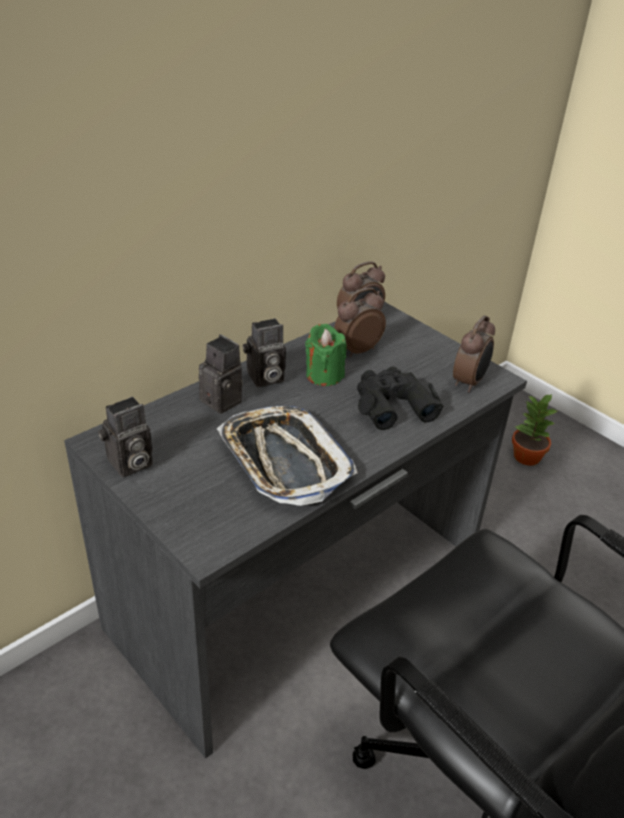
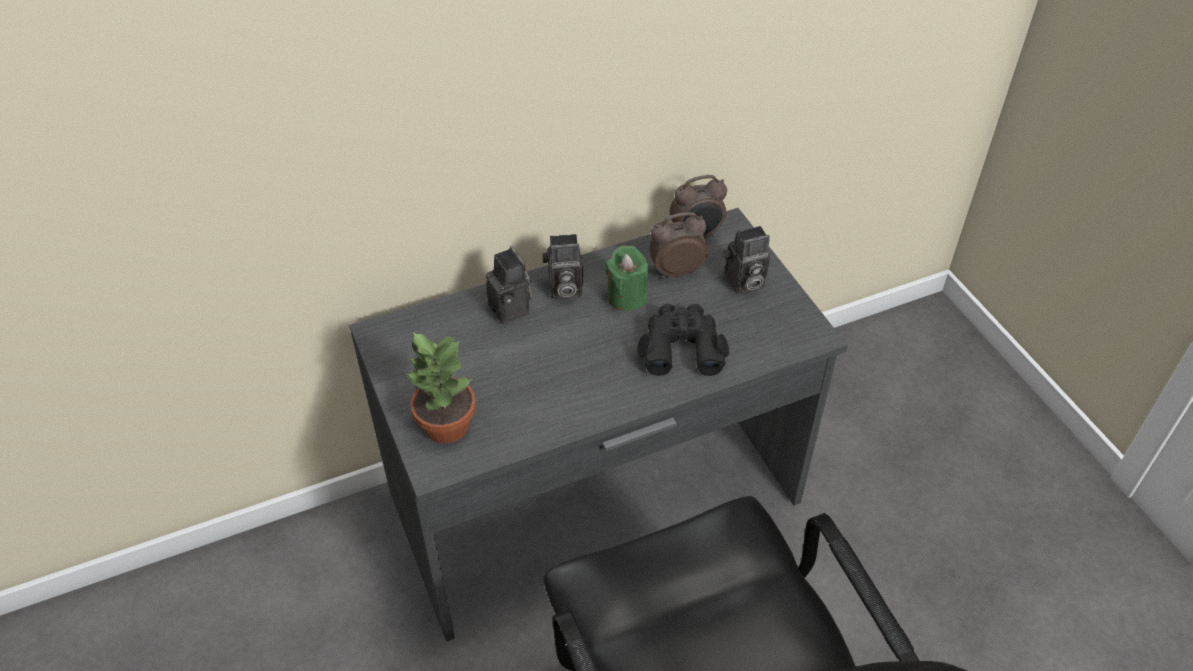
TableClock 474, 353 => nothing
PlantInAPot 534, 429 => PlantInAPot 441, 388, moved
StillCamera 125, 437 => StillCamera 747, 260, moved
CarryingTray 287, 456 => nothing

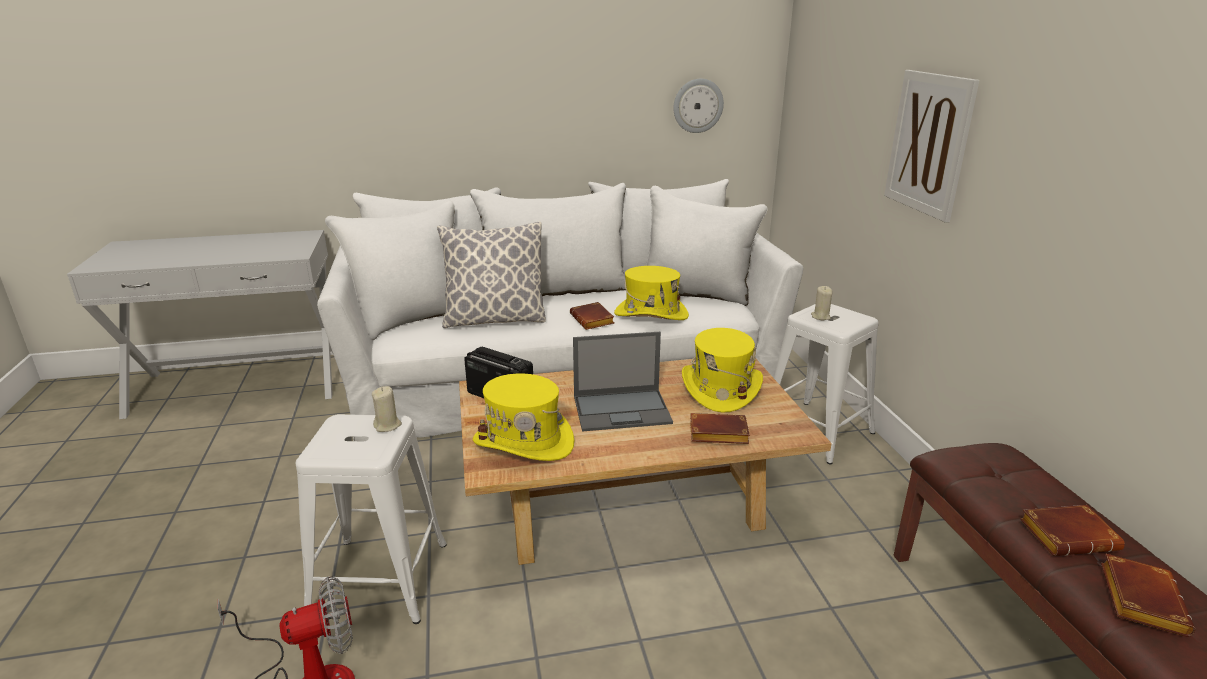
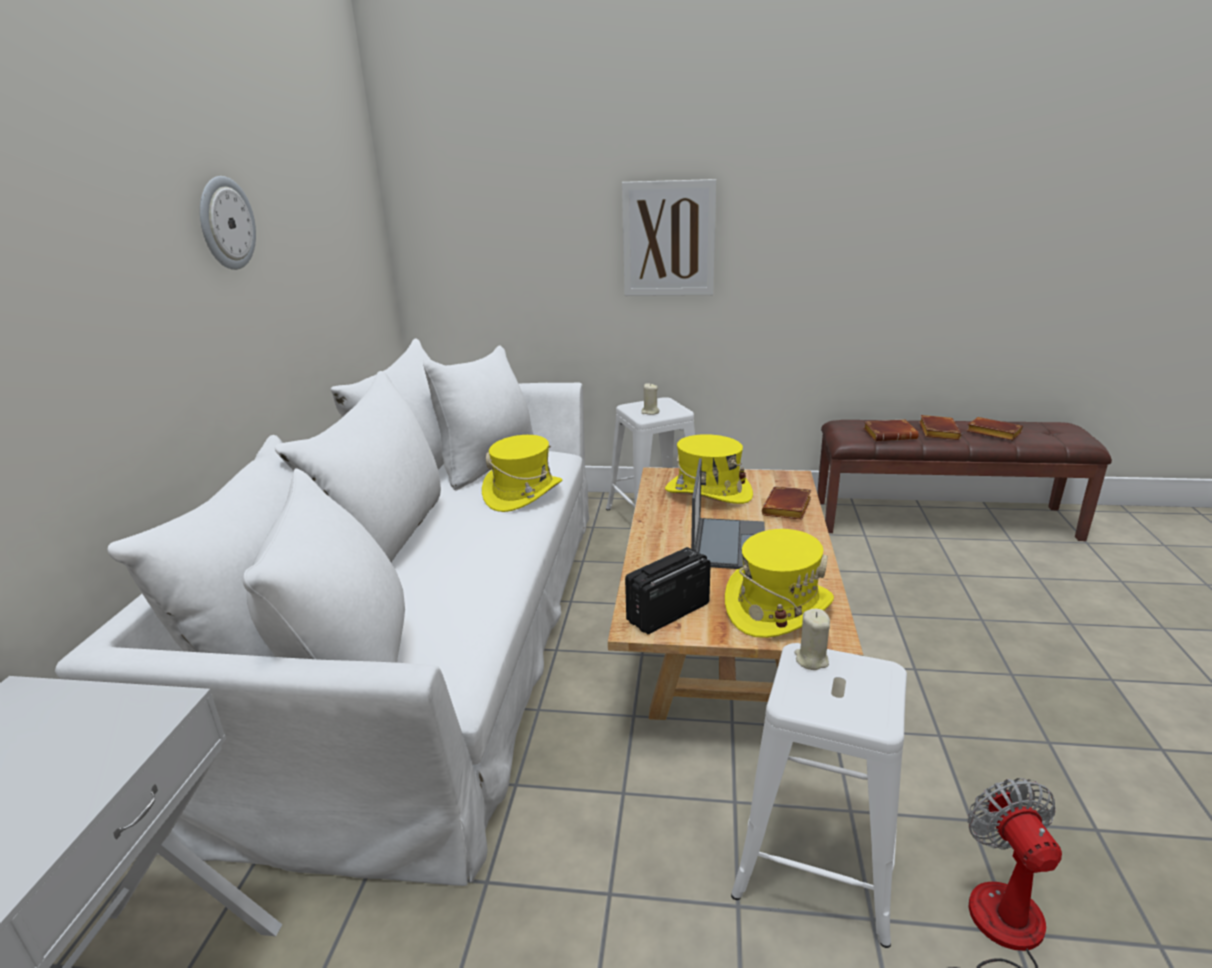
WallClock 698, 106 => WallClock 228, 223, moved
Pillow 491, 275 => nothing
BrownColouredBook 592, 316 => BrownColouredBook 891, 430, moved

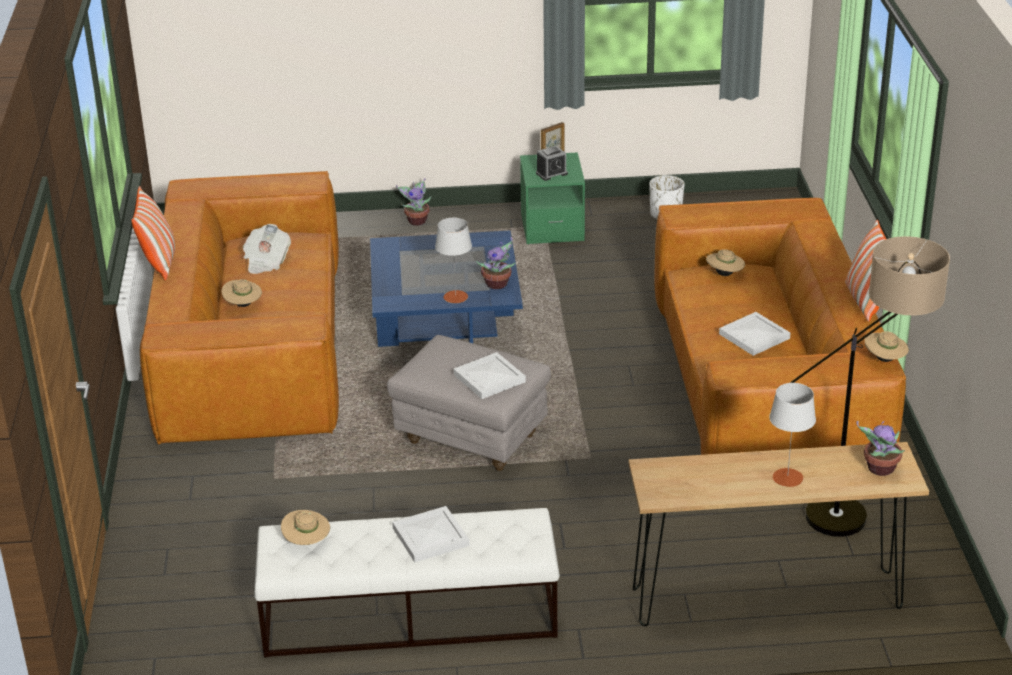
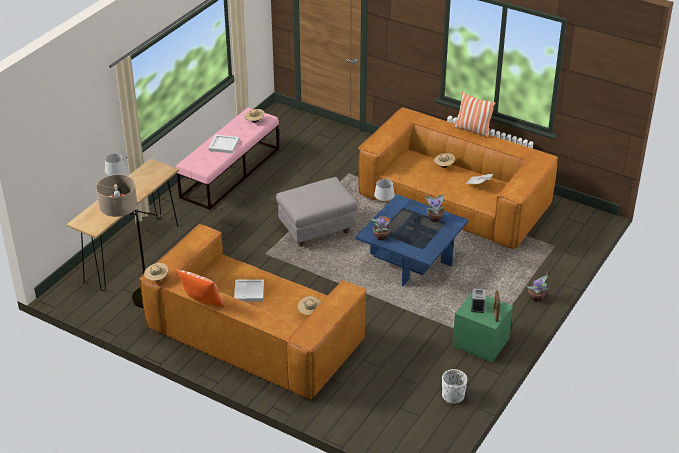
WhitishCarryingTray 489, 375 => nothing
PlantInAPot 881, 448 => PlantInAPot 435, 207, moved
WhitishBench 407, 583 => PinkishBench 227, 158

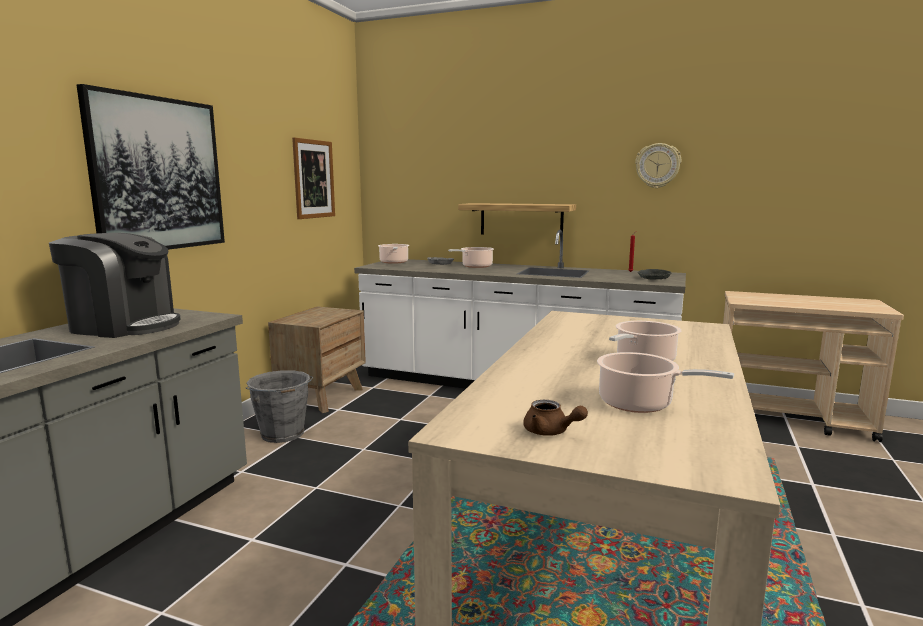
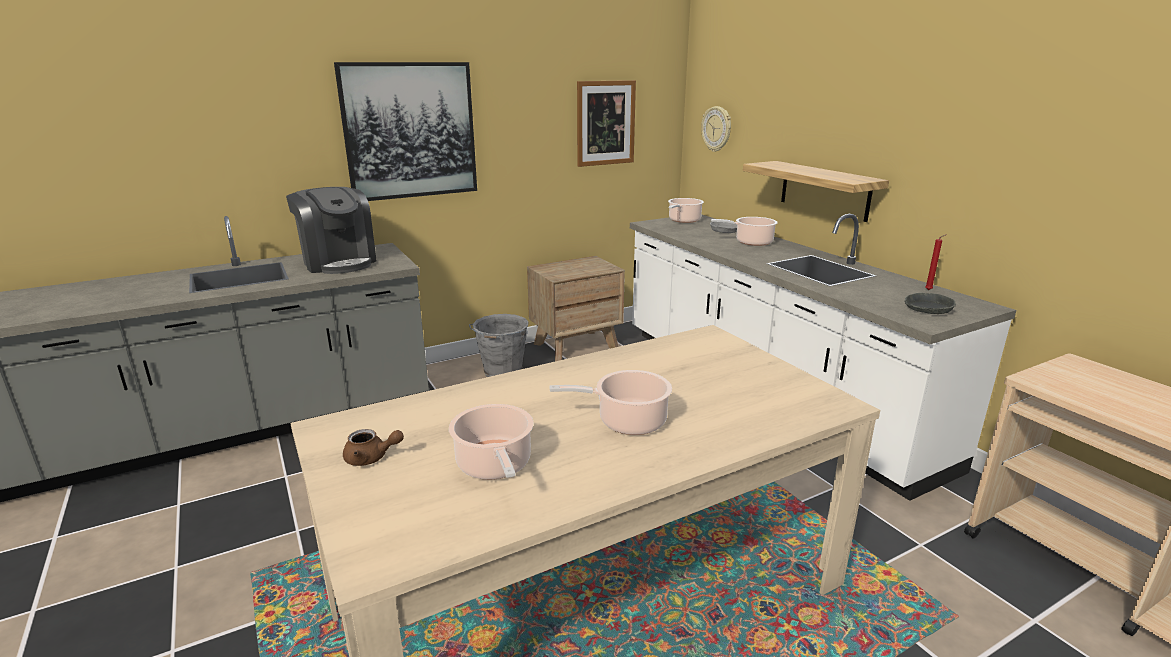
WallClock 658, 165 => WallClock 716, 129, moved
BrownColouredPotForTea 555, 418 => BrownColouredPotForTea 373, 447, 75 degrees counterclockwise

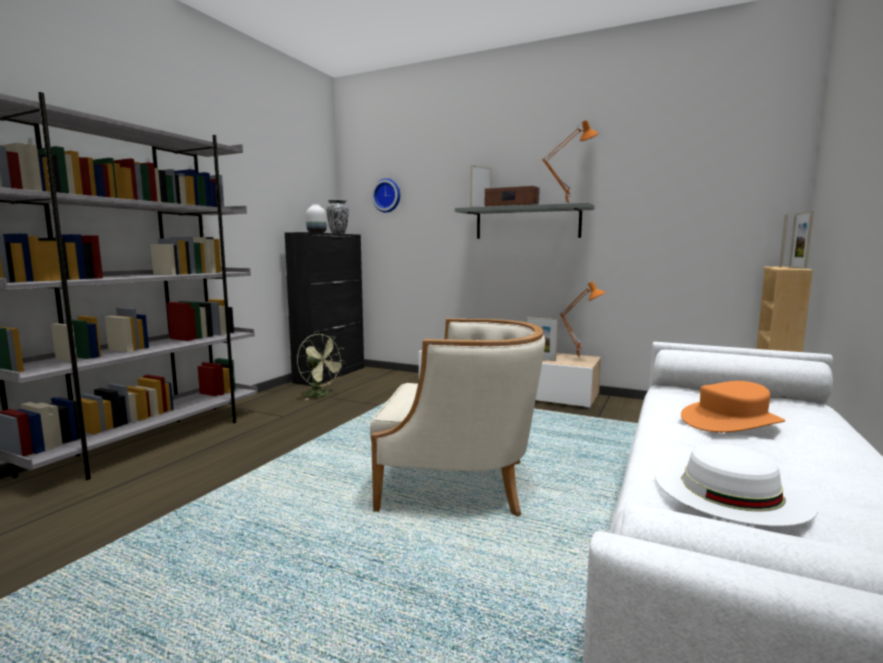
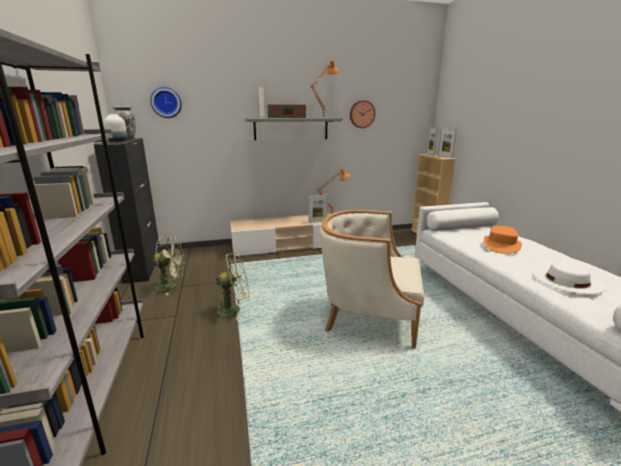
BeigeArmchair 457, 417 => BeigeArmchair 372, 279, 135 degrees counterclockwise
nothing => WallClock 362, 114
nothing => GreenishElectricFan 229, 286

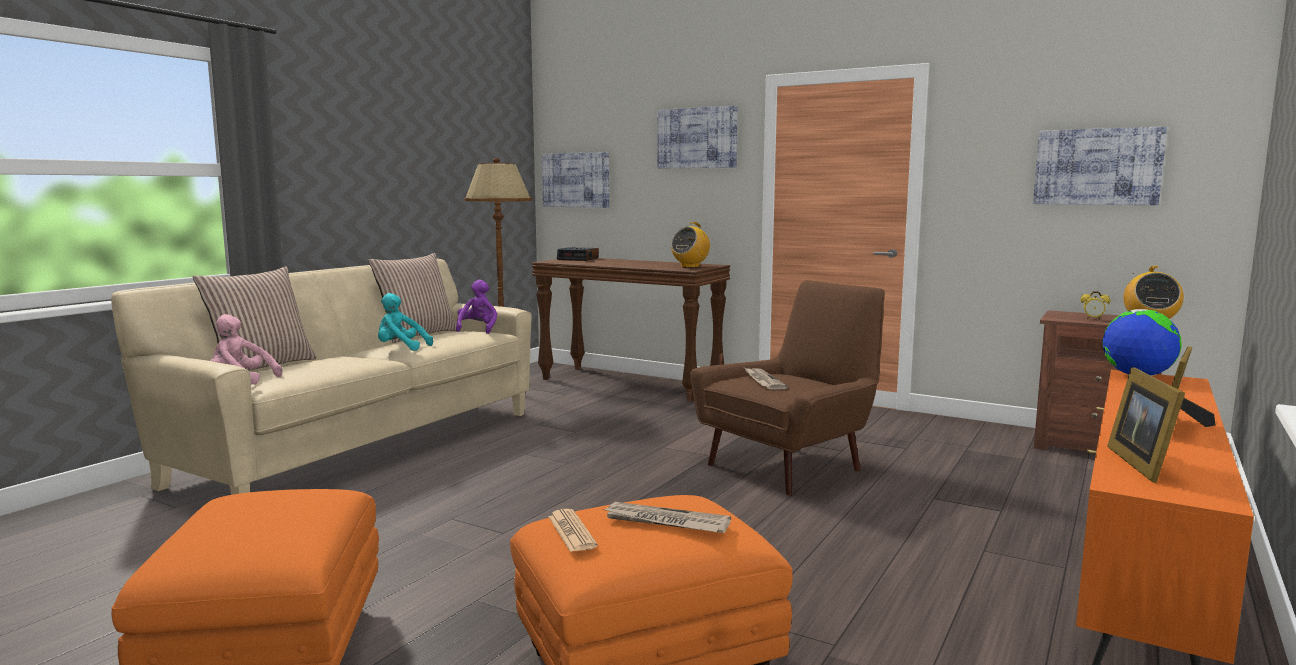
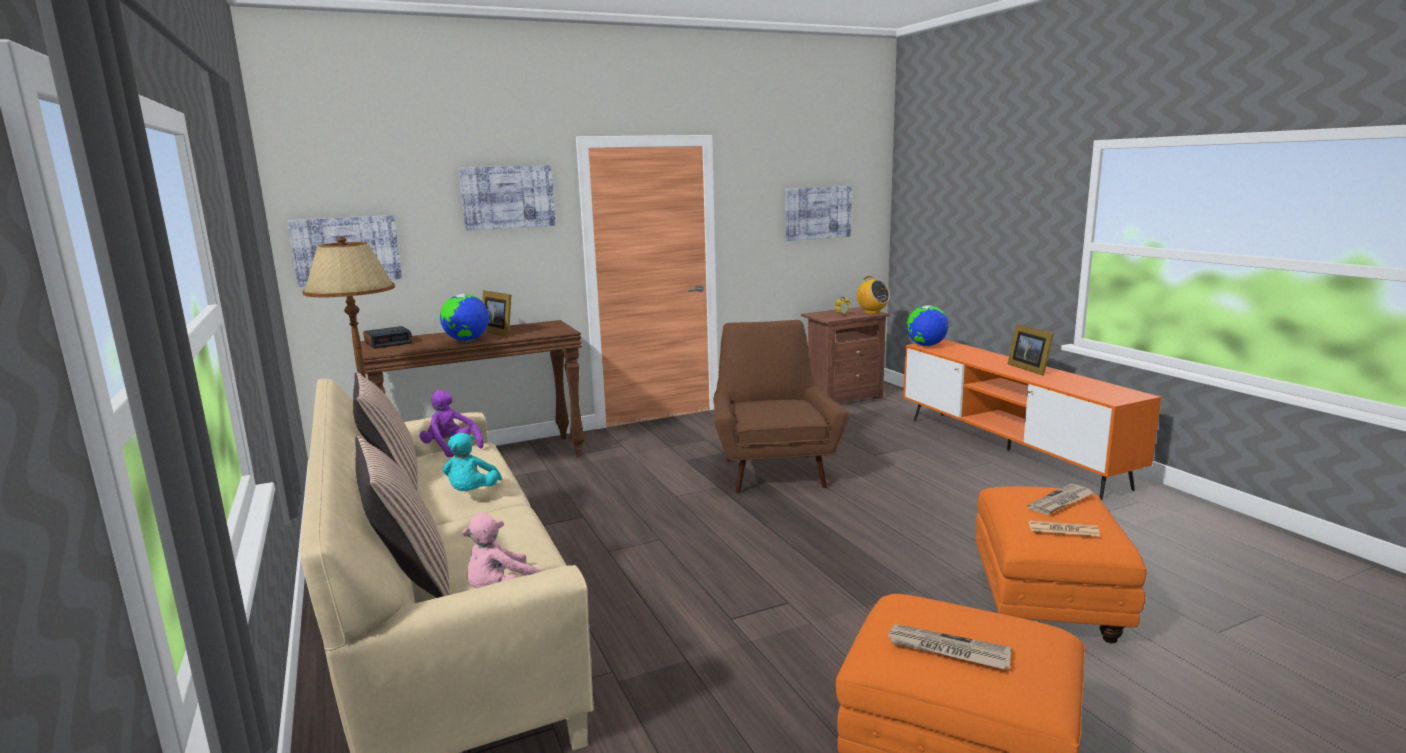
Radio 690, 245 => nothing
TurquoiseColouredCuddlyToy 405, 322 => TurquoiseColouredCuddlyToy 472, 462, 45 degrees counterclockwise
PhotoFrame 1146, 425 => PhotoFrame 496, 313, moved
Newspaper 766, 378 => Newspaper 949, 646, moved
nothing => Globe 464, 317

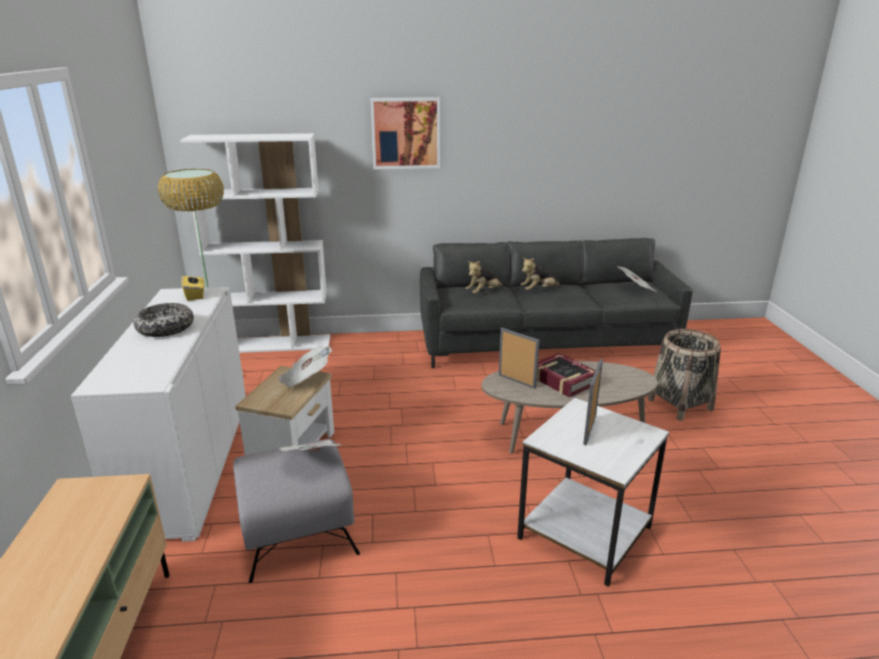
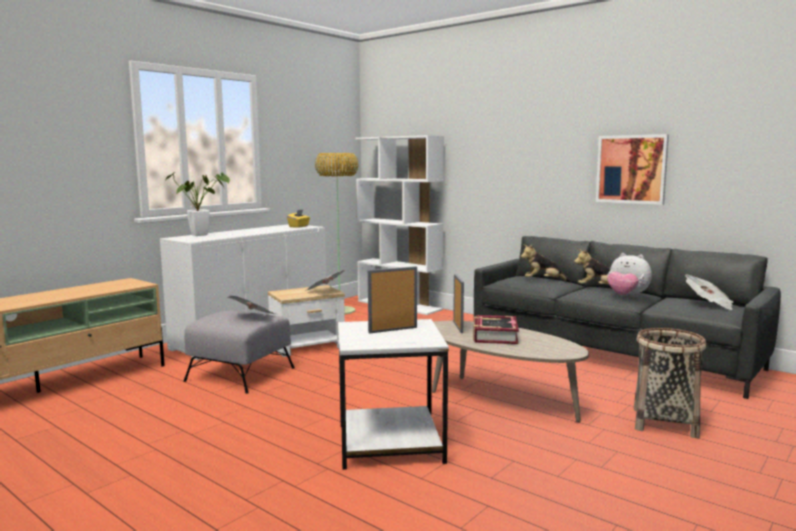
Picture 405, 133 => Picture 632, 169, moved
ServingBowl 163, 320 => nothing
nothing => PlantInAPot 197, 204
nothing => CuddlyToy 629, 275

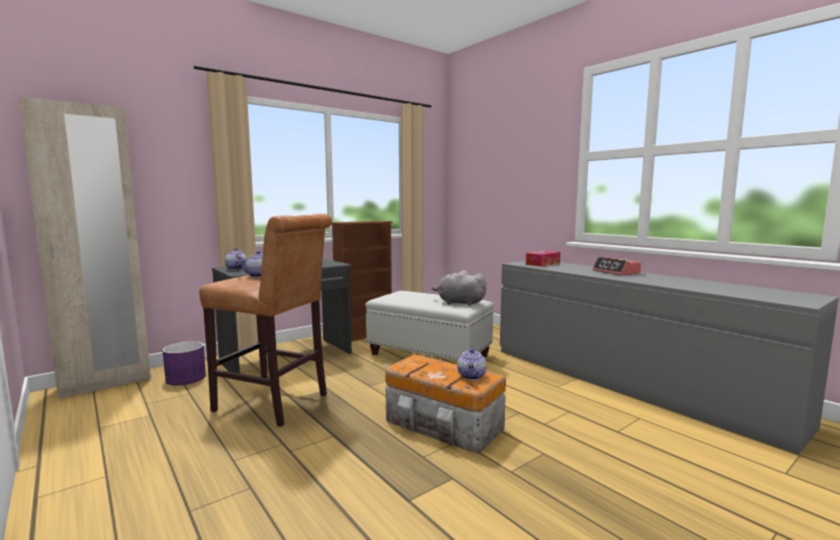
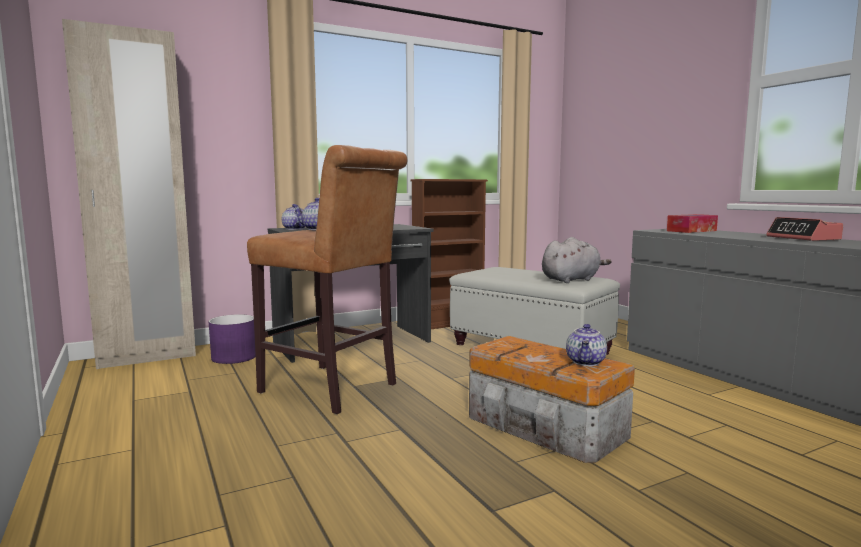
GreyishCuddlyToy 459, 288 => GreyishCuddlyToy 577, 260, 120 degrees clockwise

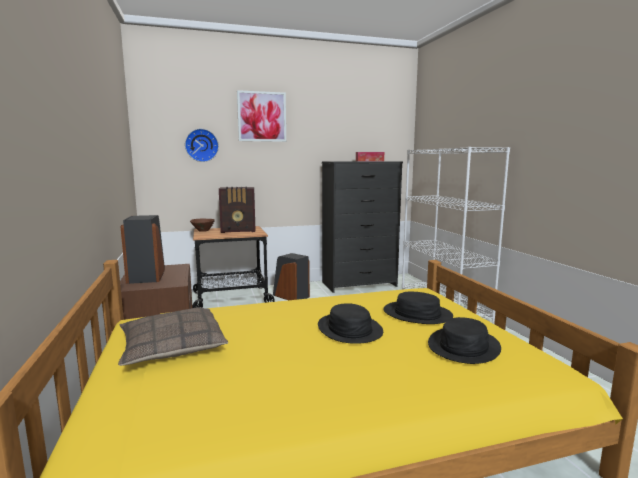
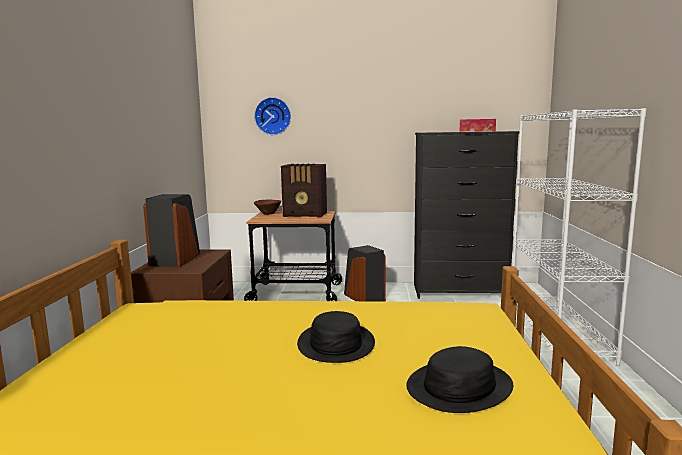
Picture 261, 116 => nothing
BlackishClothingHat 418, 308 => nothing
Pillow 173, 336 => nothing

